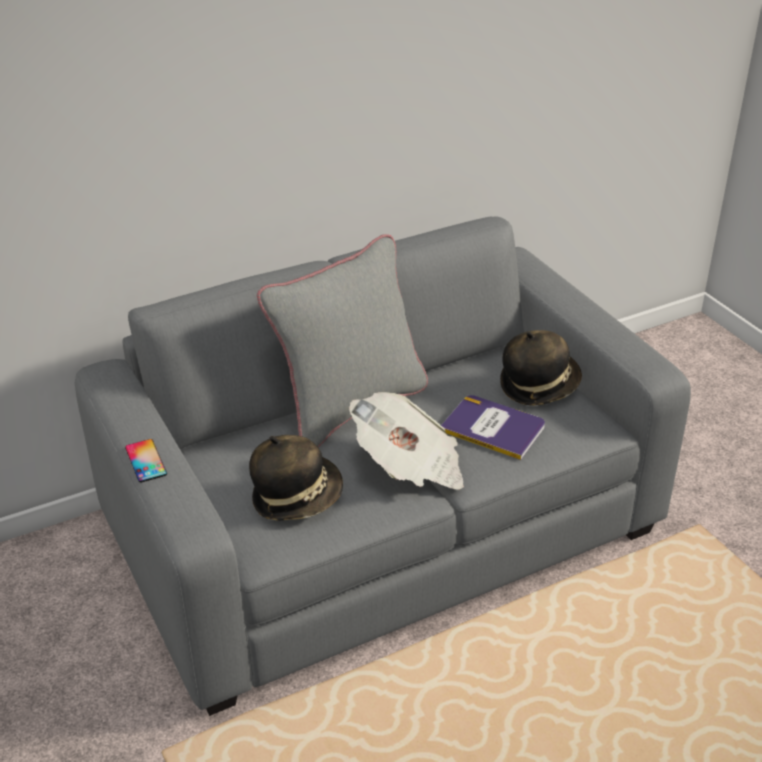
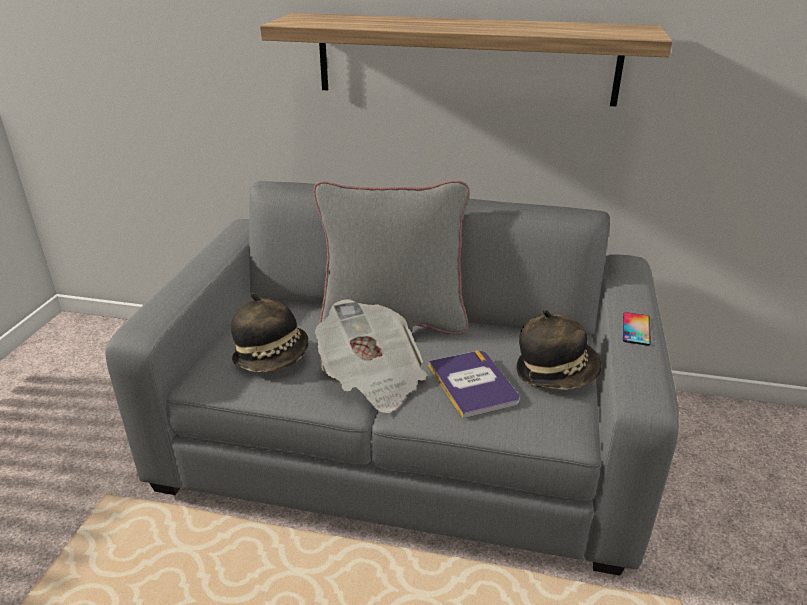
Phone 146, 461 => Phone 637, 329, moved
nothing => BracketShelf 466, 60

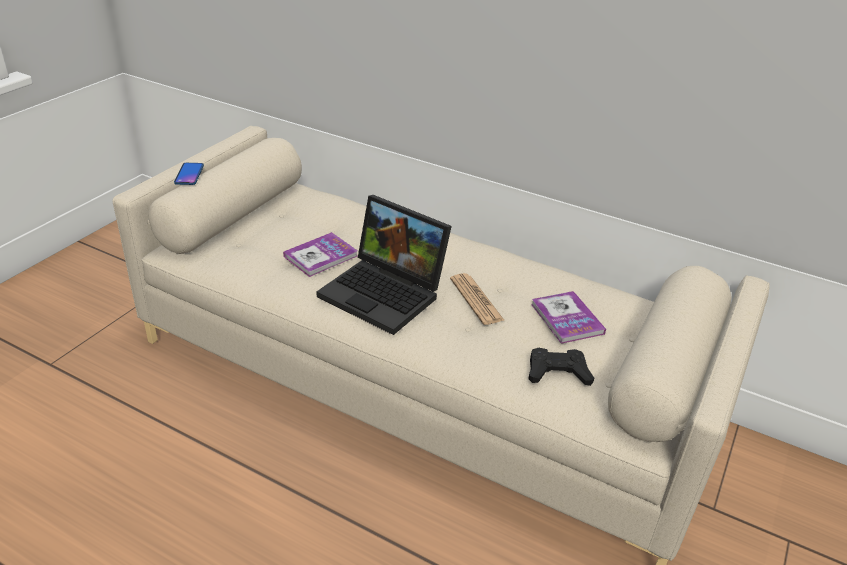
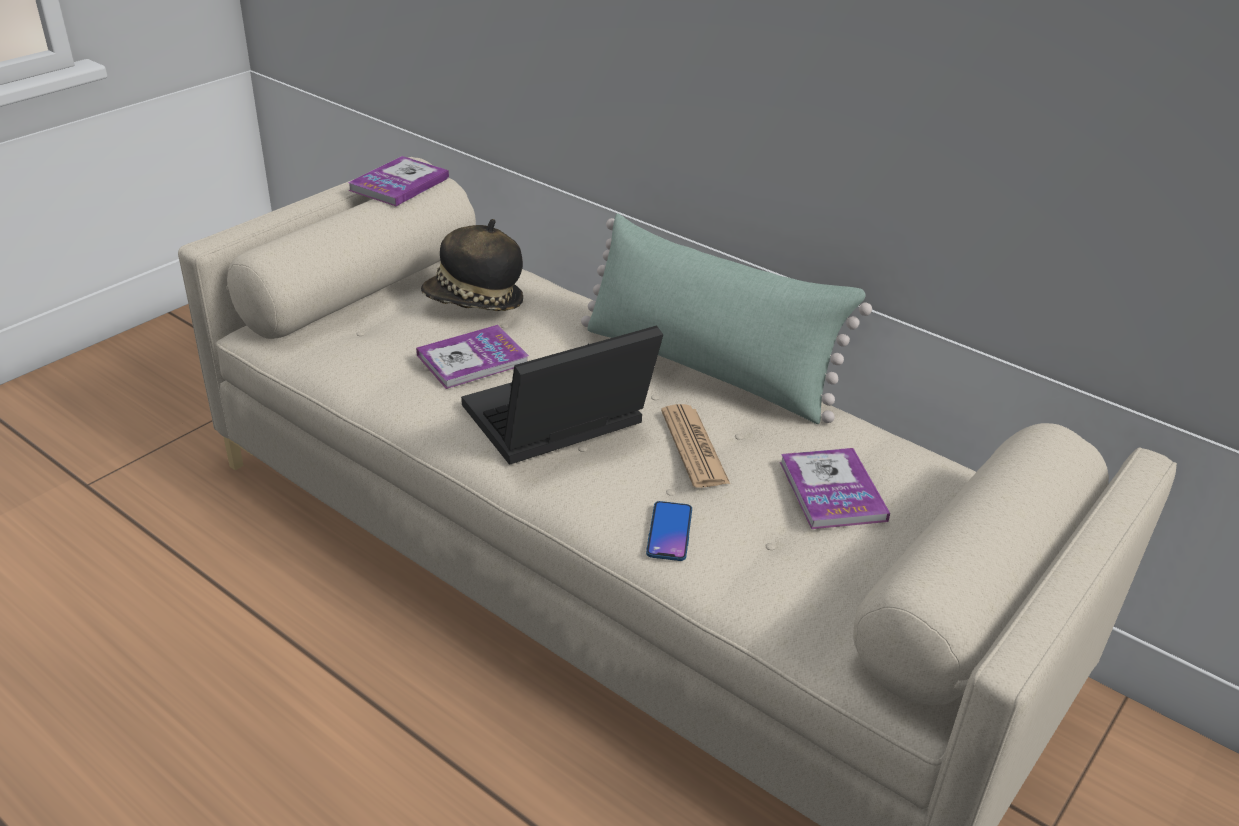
Phone 189, 174 => Phone 669, 531, moved
NotebookComputer 384, 265 => NotebookComputer 562, 395, 105 degrees clockwise
BlackishGamepad 561, 367 => nothing
nothing => Book 398, 181
nothing => GreenishPillow 726, 318
nothing => ClothingHat 472, 265

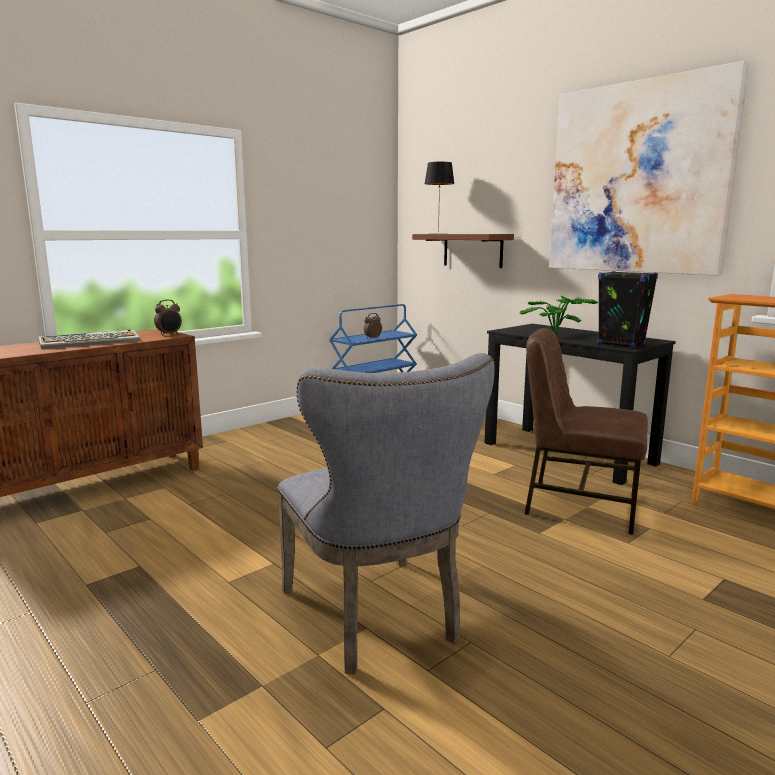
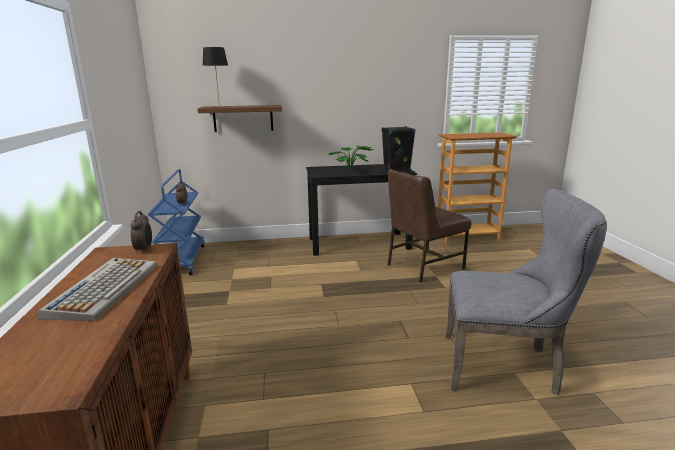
Picture 649, 168 => nothing

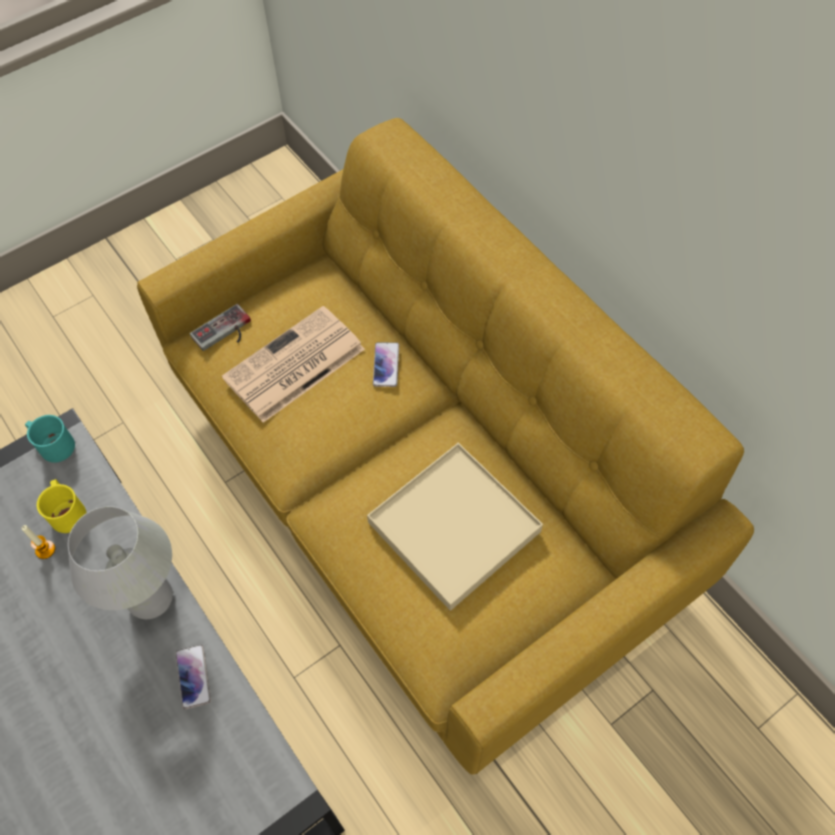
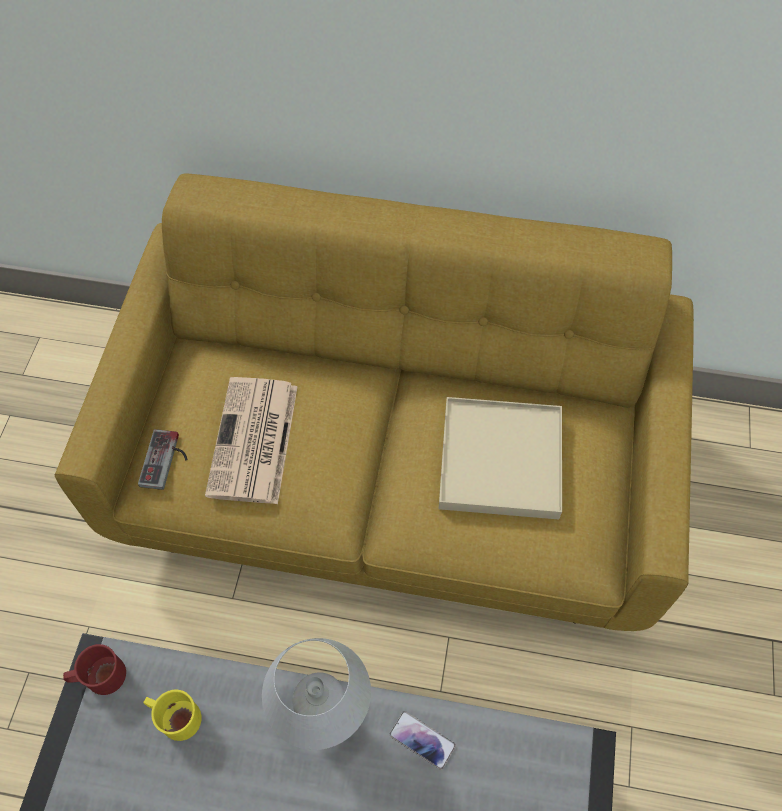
Phone 386, 364 => nothing
TurquoiseColouredMug 50, 439 => ReddishMug 94, 669
WaxCandle 38, 542 => nothing

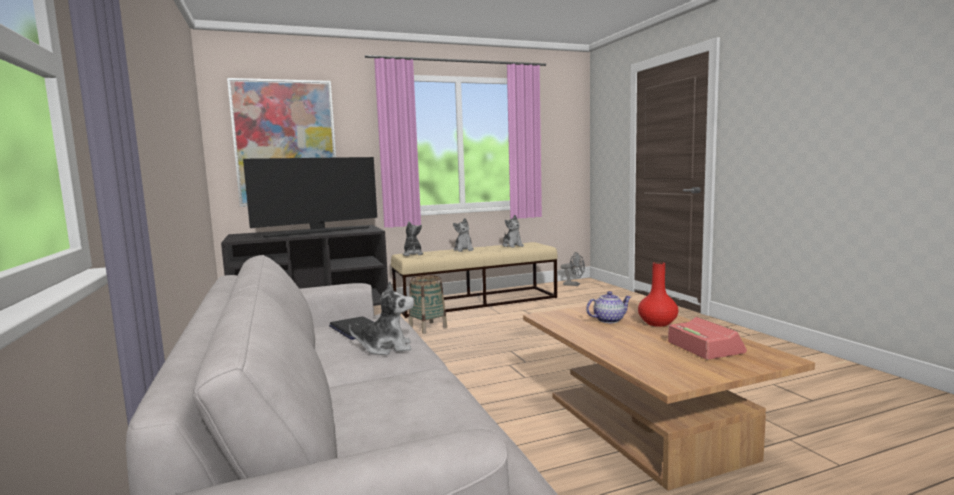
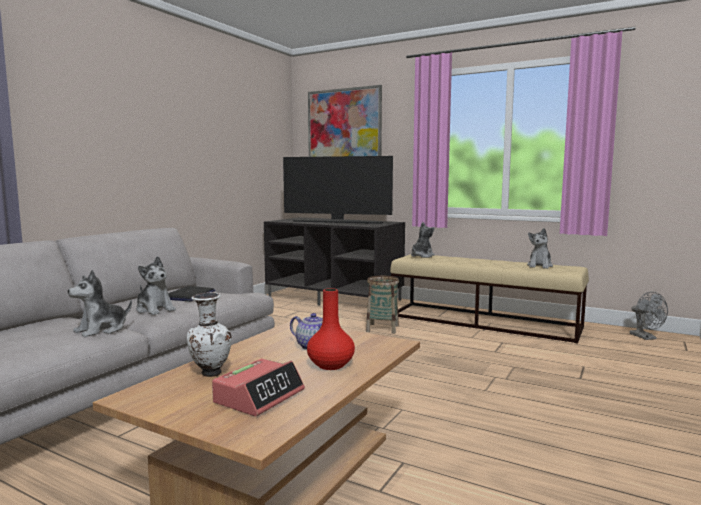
CuddlyToy 463, 235 => CuddlyToy 100, 303, moved
nothing => WhitishVase 209, 334

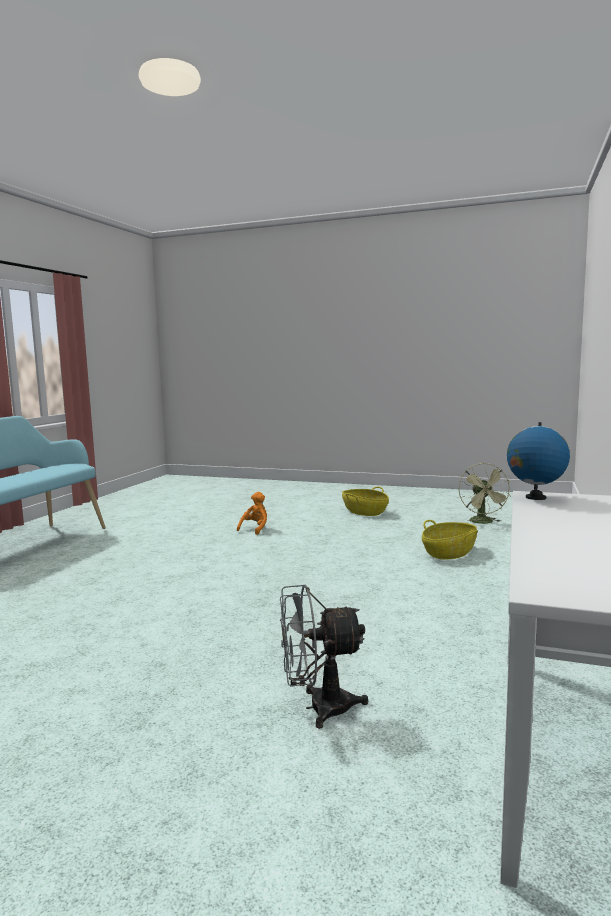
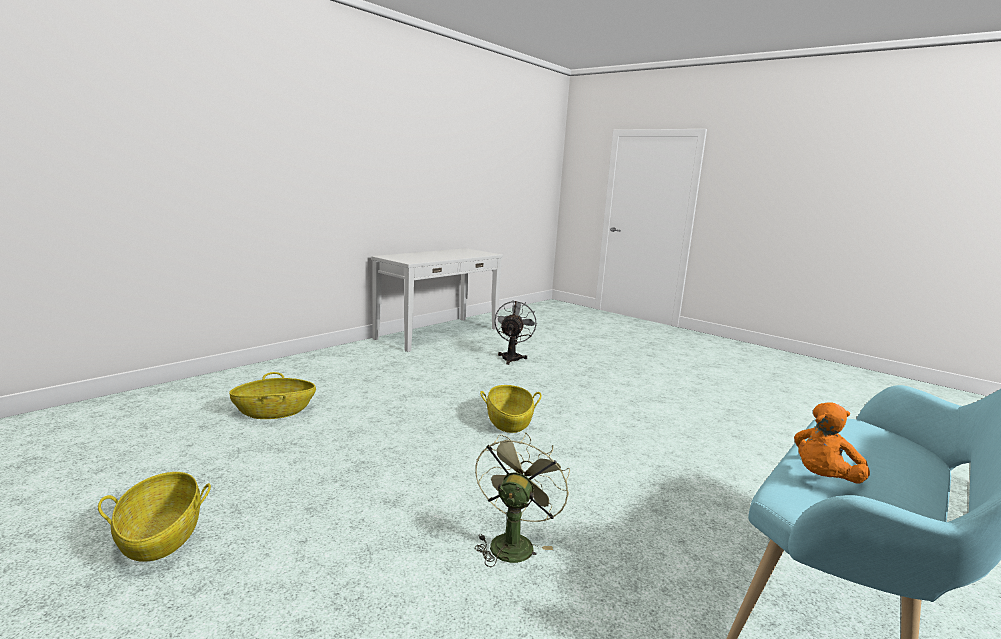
Globe 538, 461 => nothing
GreenishElectricFan 485, 493 => GreenishElectricFan 522, 499, moved
OrangeyCuddlyToy 252, 513 => OrangeyCuddlyToy 832, 443, moved
GreyishElectricFan 324, 657 => GreyishElectricFan 515, 332, 90 degrees counterclockwise
nothing => HouseholdBasket 510, 409

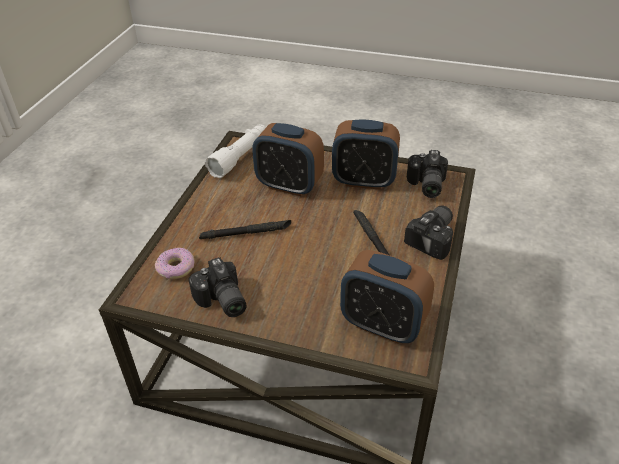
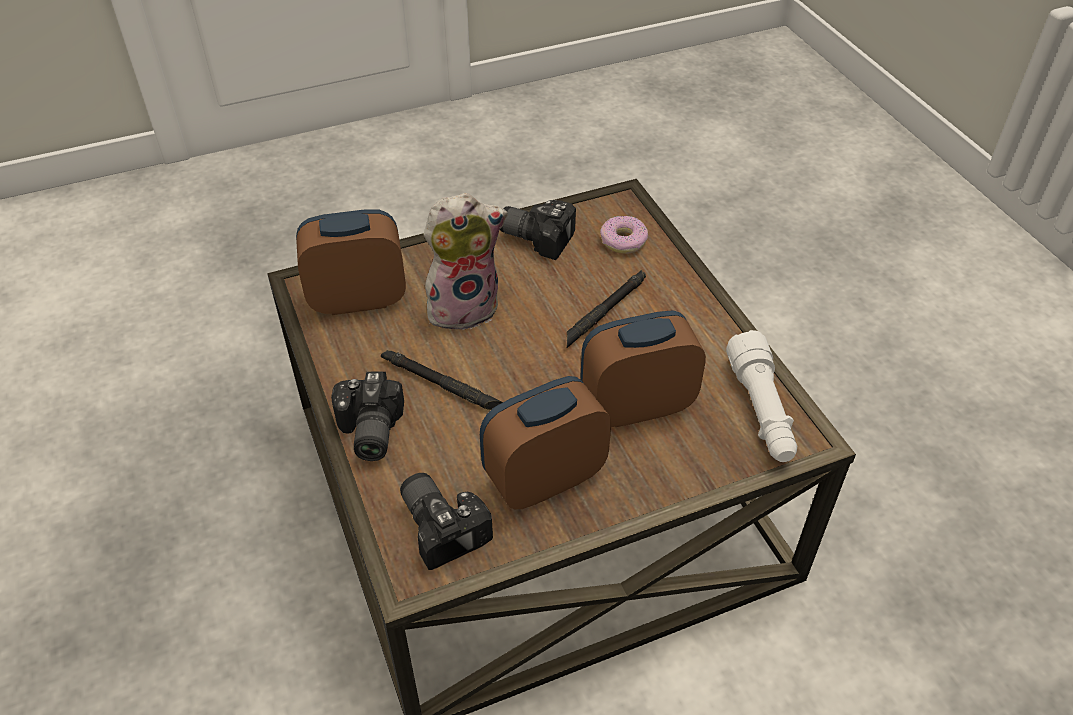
nothing => CuddlyToy 466, 263

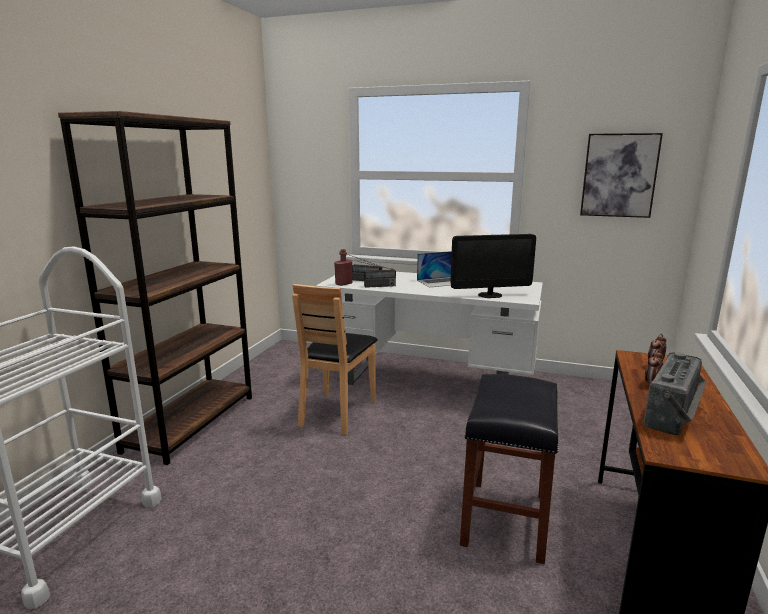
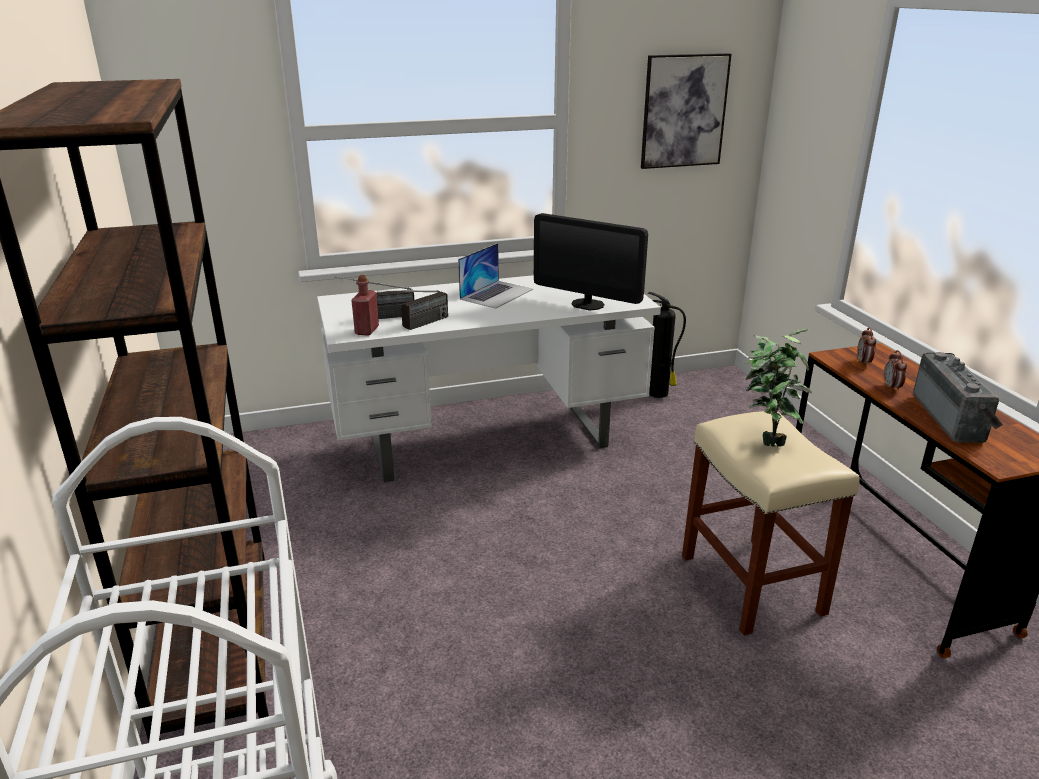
ComputerScreen 493, 266 => ComputerScreen 591, 262, 75 degrees clockwise
BrownColouredPlainChair 334, 359 => nothing
BlackishStool 509, 469 => BeigeStool 771, 523
nothing => FireFightingCylinder 667, 345
nothing => PlantInAPot 778, 388

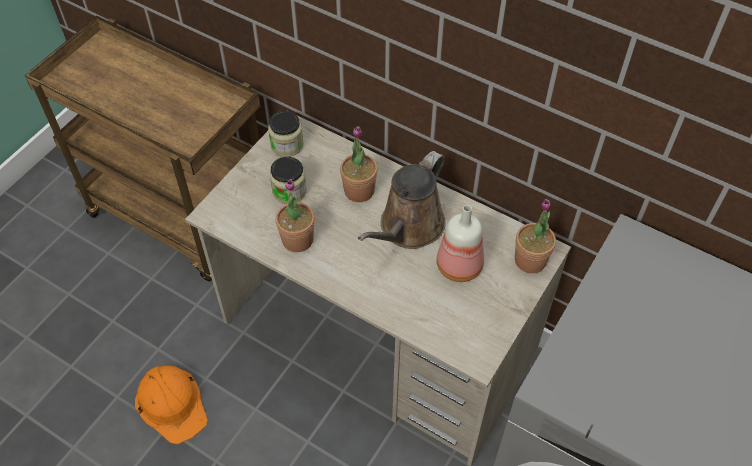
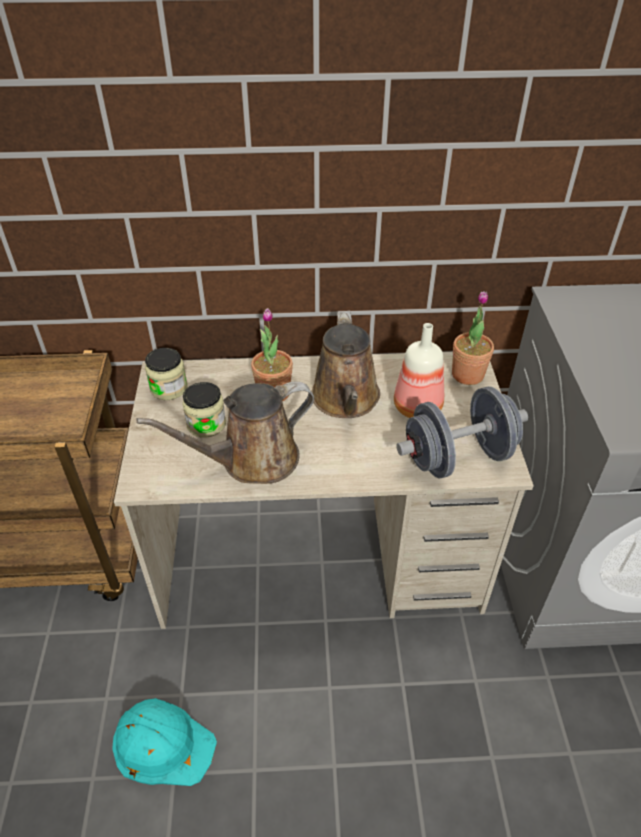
PlantInAPot 295, 215 => BrownColouredSprinklingCan 225, 433
OrangeySafetyHelmet 171, 404 => TurquoiseColouredSafetyHelmet 164, 742
nothing => GreyishFreeWeight 462, 432

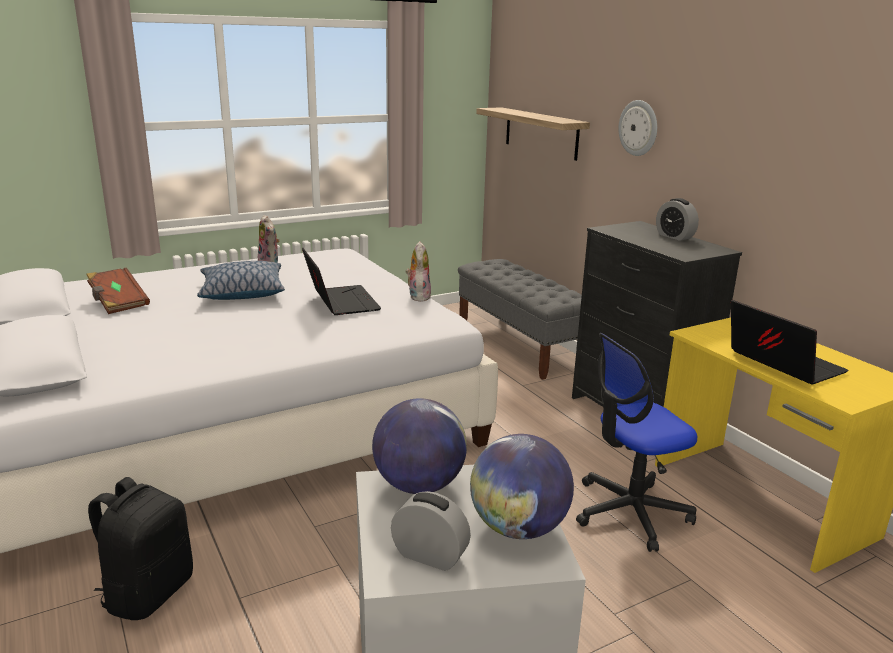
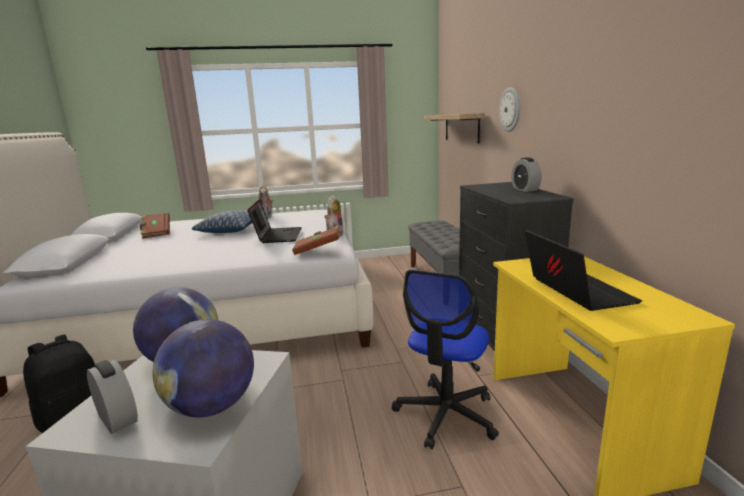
OfficeChair 636, 442 => OfficeChair 445, 359, 60 degrees counterclockwise
nothing => BrownColouredBook 316, 240

